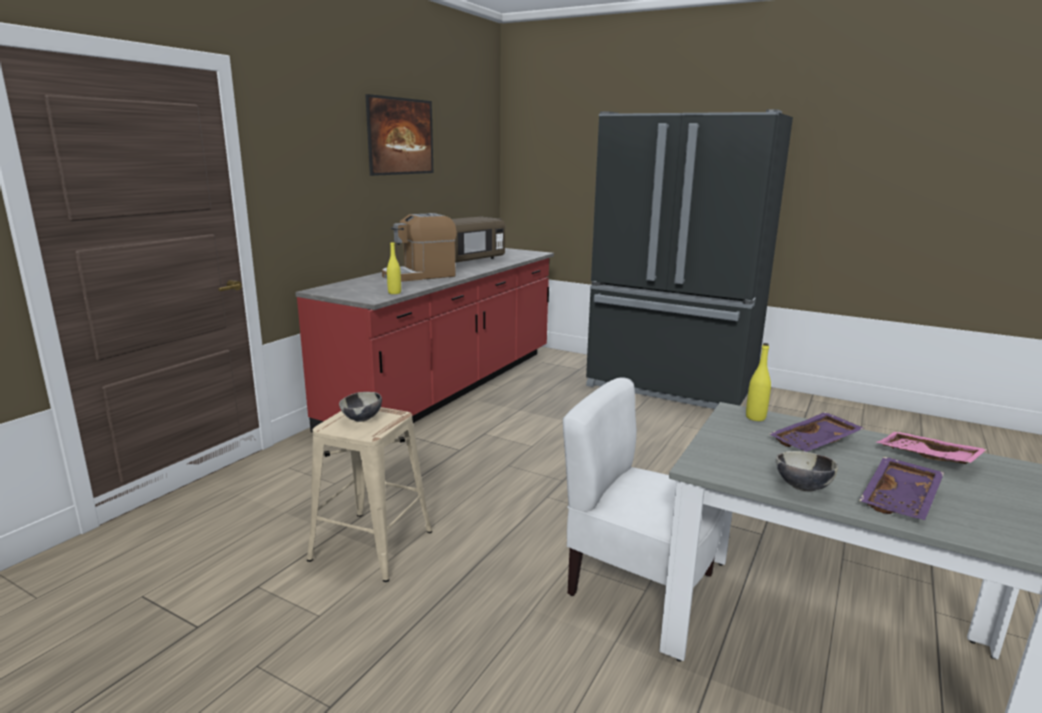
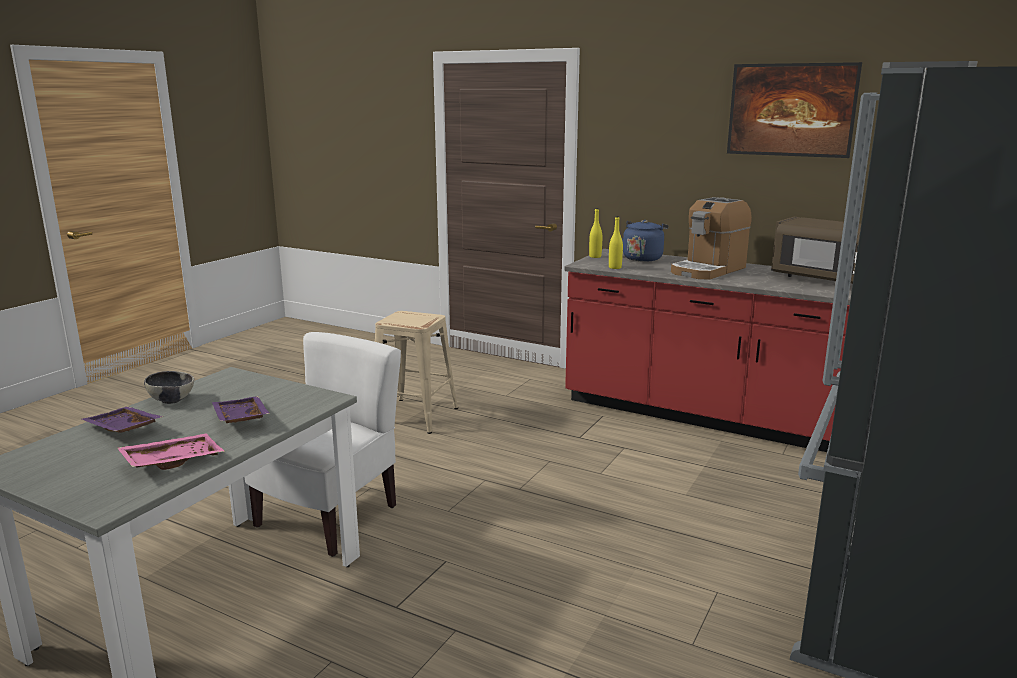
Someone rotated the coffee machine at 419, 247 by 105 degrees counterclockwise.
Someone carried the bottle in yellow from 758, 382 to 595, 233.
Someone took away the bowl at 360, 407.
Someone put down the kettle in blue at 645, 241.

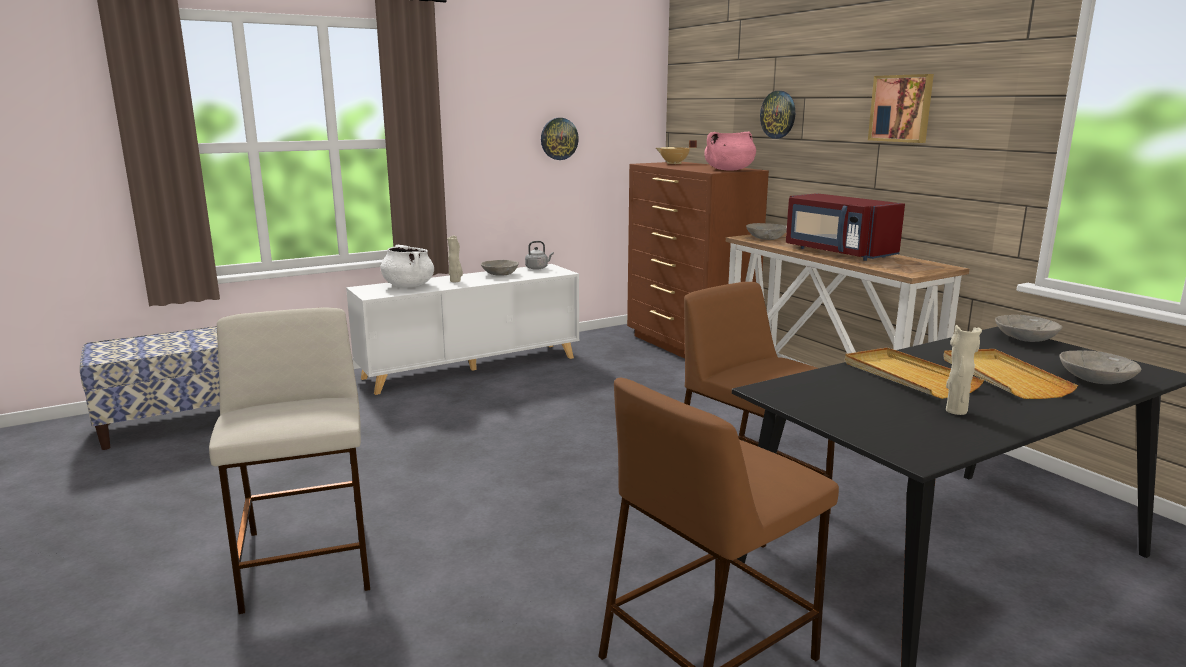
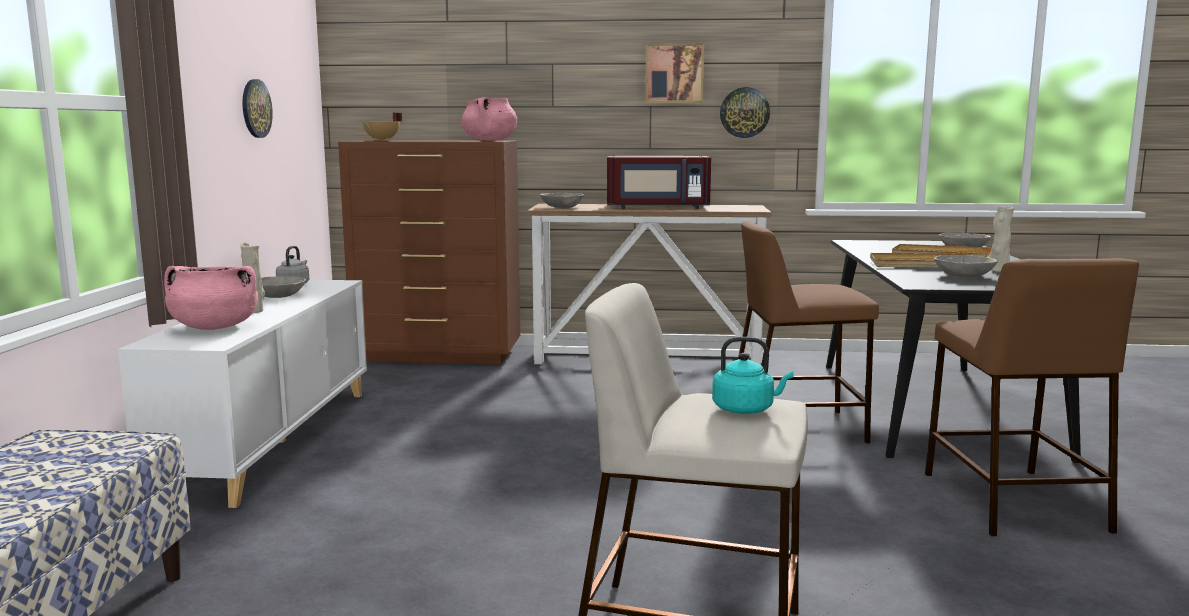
Someone carried the wall clock from 777, 115 to 745, 112.
Someone repainted the cooking pot in white at 407, 266, which became the cooking pot in pink at 211, 298.
Someone carried the bowl in grey from 1029, 328 to 966, 266.
Someone put down the kettle in turquoise at 753, 375.

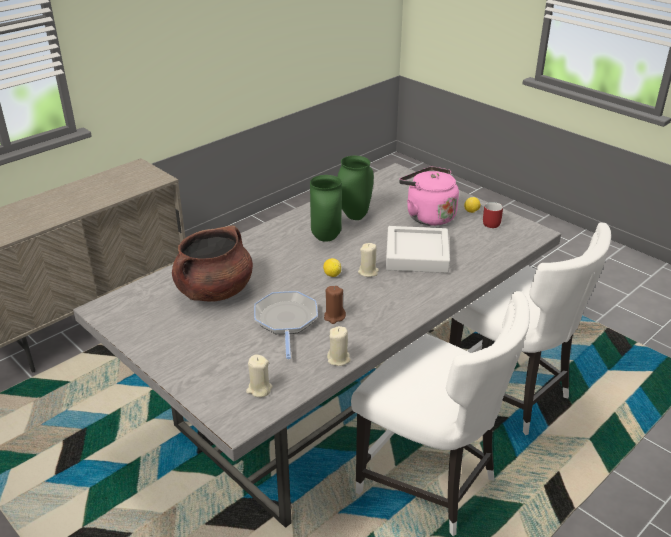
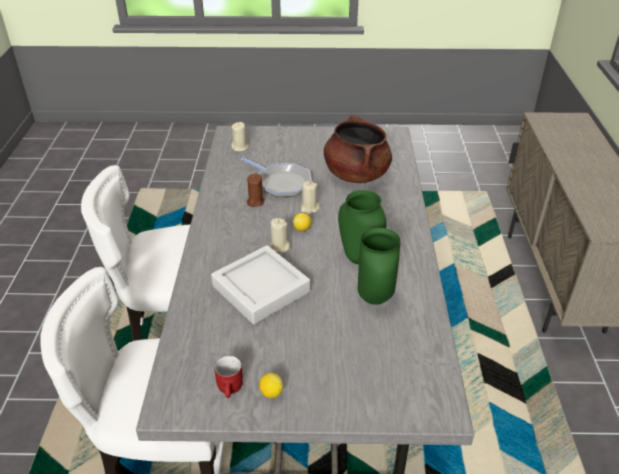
Someone took away the kettle in pink at 429, 196.
Someone carried the candle in beige from 339, 346 to 310, 198.

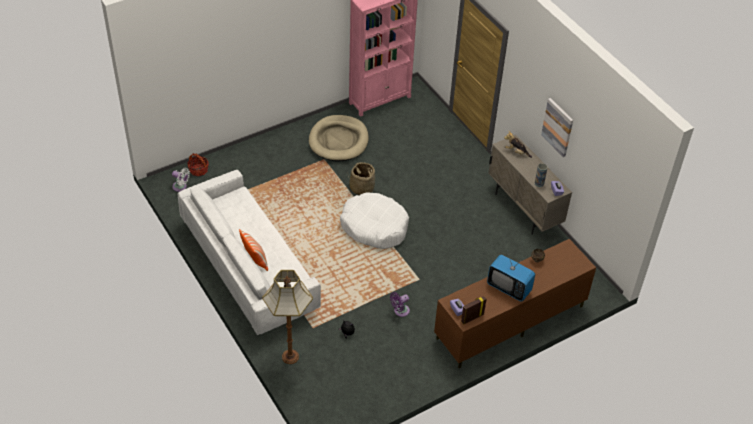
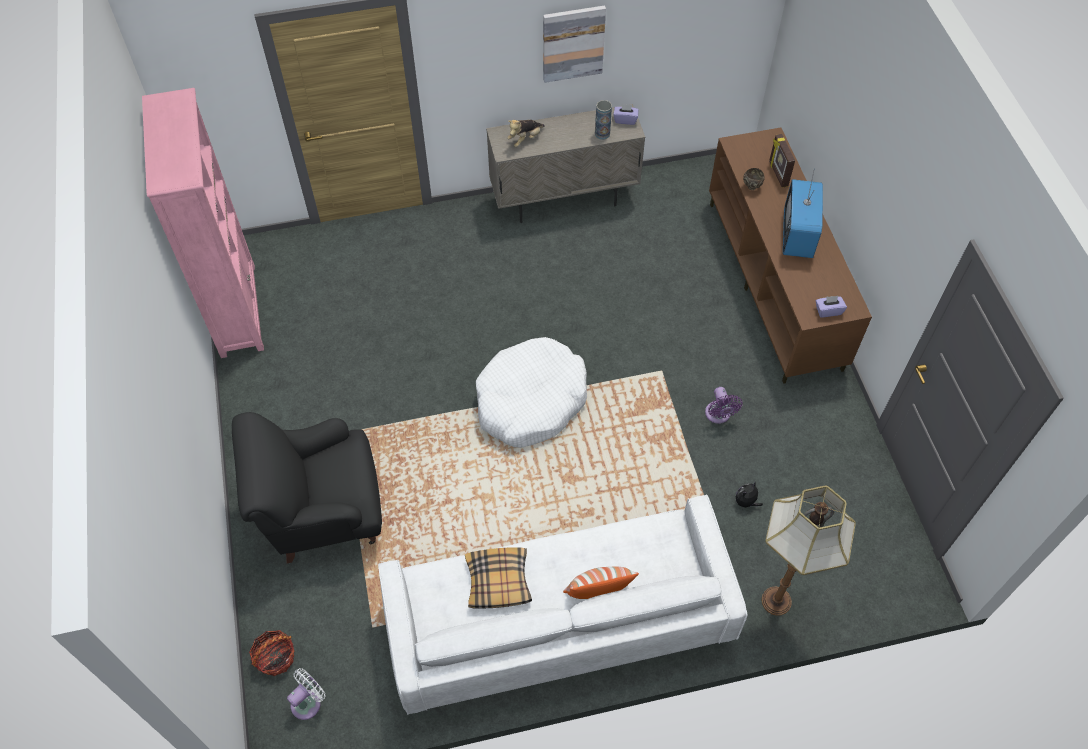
Someone took away the dog bed in beige at 339, 138.
Someone took away the basket at 361, 178.
Someone rotated the television at 511, 275 by 135 degrees clockwise.
Someone carried the picture frame from 473, 310 to 782, 161.
Someone put down the armchair in black at 307, 488.
Someone put down the pillow at 498, 578.

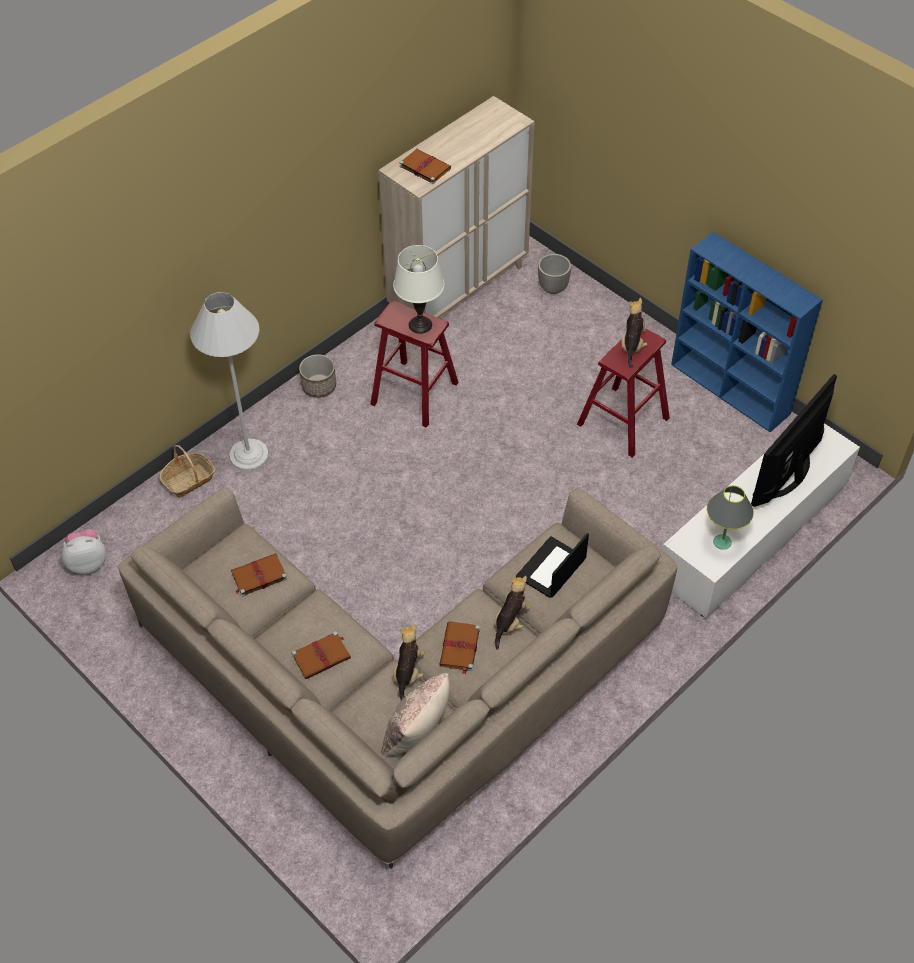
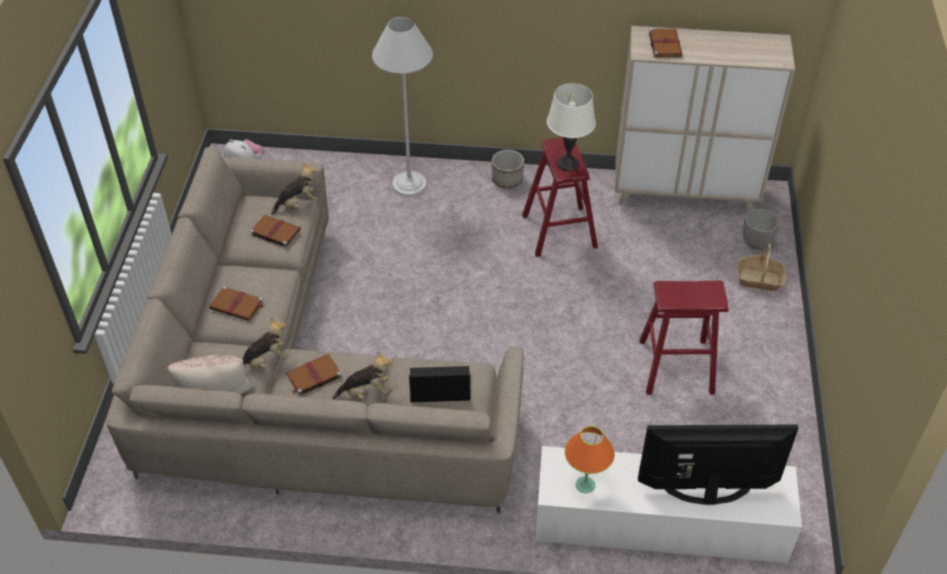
Someone took away the bookcase in blue at 747, 332.
Someone carried the plush toy from 635, 333 to 294, 189.
Someone carried the basket from 187, 471 to 761, 267.
Someone repainted the table lamp in grey at 730, 518, which became the table lamp in orange at 590, 459.

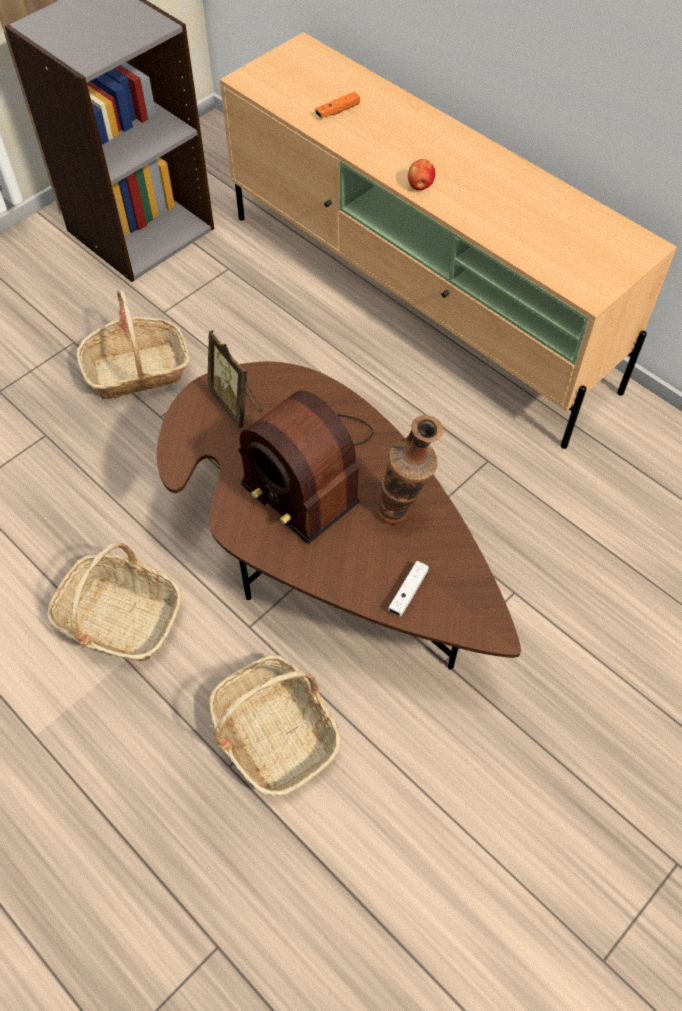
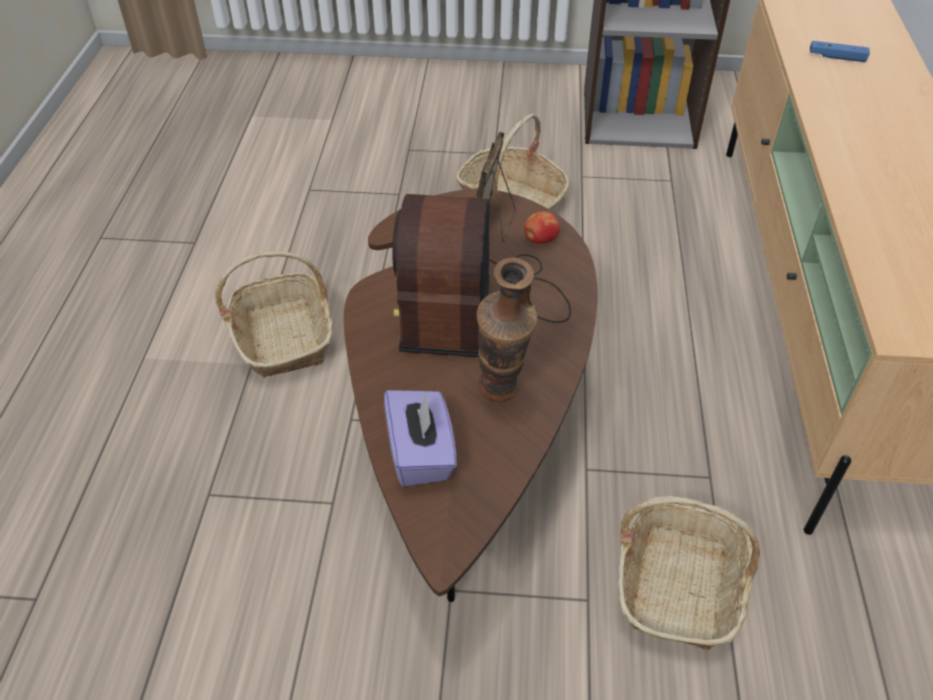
Someone repainted the game controller in orange at 337, 105, which became the game controller in blue at 840, 51.
Someone carried the apple from 421, 174 to 542, 227.
Someone swapped the game controller in white at 408, 588 for the tissue box in purple at 420, 438.
Someone carried the basket from 275, 725 to 689, 573.

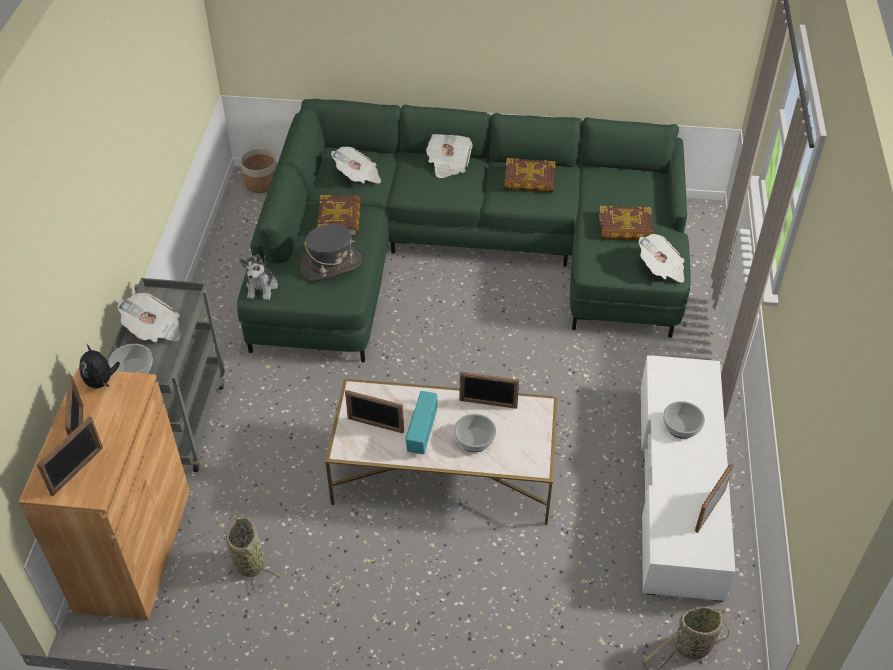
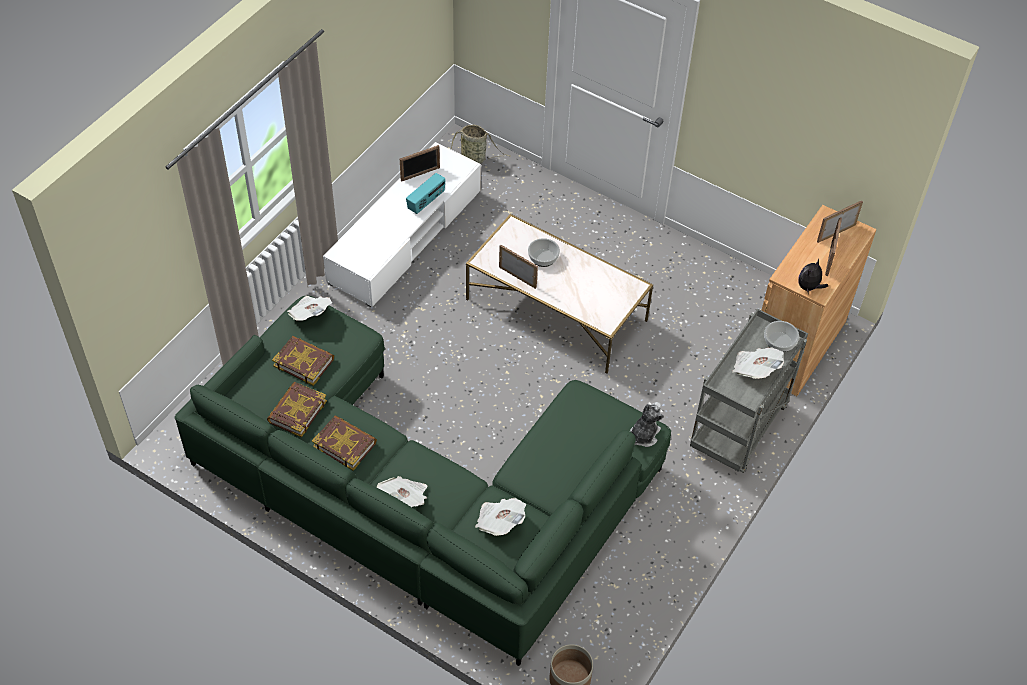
Someone carried the book from 339, 215 to 297, 409.
Someone took away the hat in grey at 331, 252.
Someone rotated the plush toy at 99, 366 by 150 degrees counterclockwise.
Someone took away the picture frame at 374, 411.
Someone carried the radio from 421, 422 to 426, 193.
Someone took away the bowl at 684, 420.
Someone took away the basket at 253, 554.

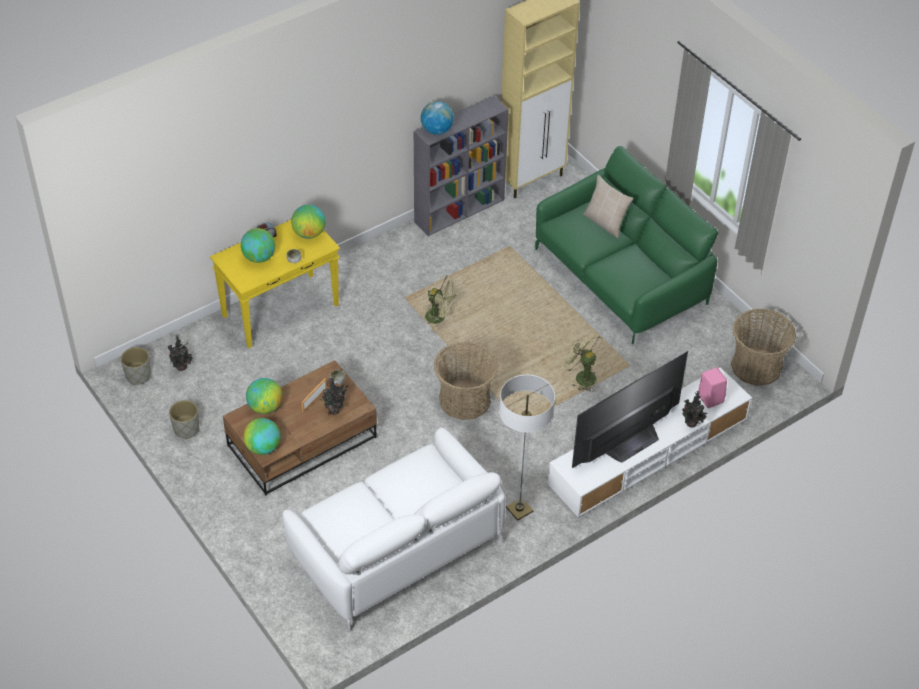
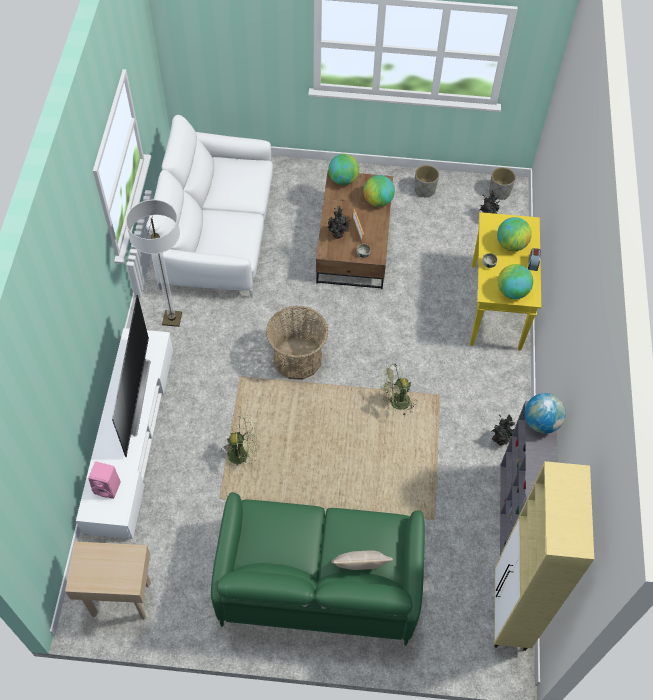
Someone swapped the basket at 763, 347 for the side table in beige at 108, 581.
Someone carried the potted plant from 694, 409 to 503, 430.

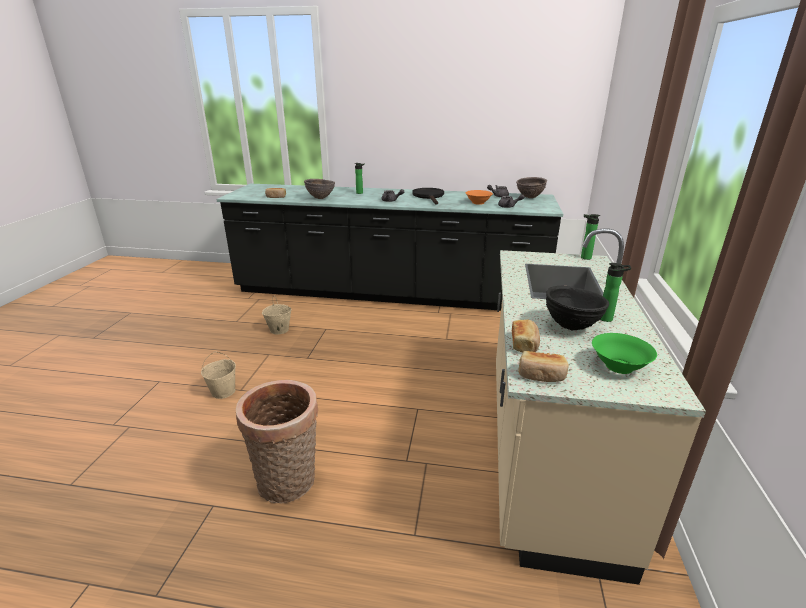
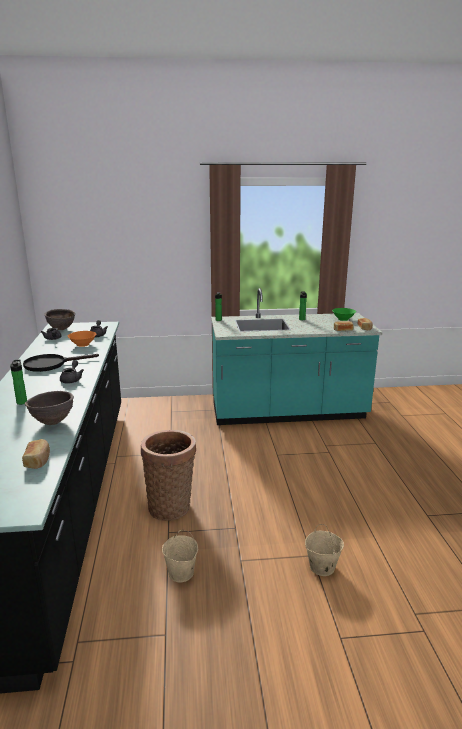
Someone repainted the counter in beige at 601, 406, which became the counter in turquoise at 297, 356.
Someone took away the bowl in black at 577, 308.
Someone carried the basket from 277, 441 to 168, 475.

